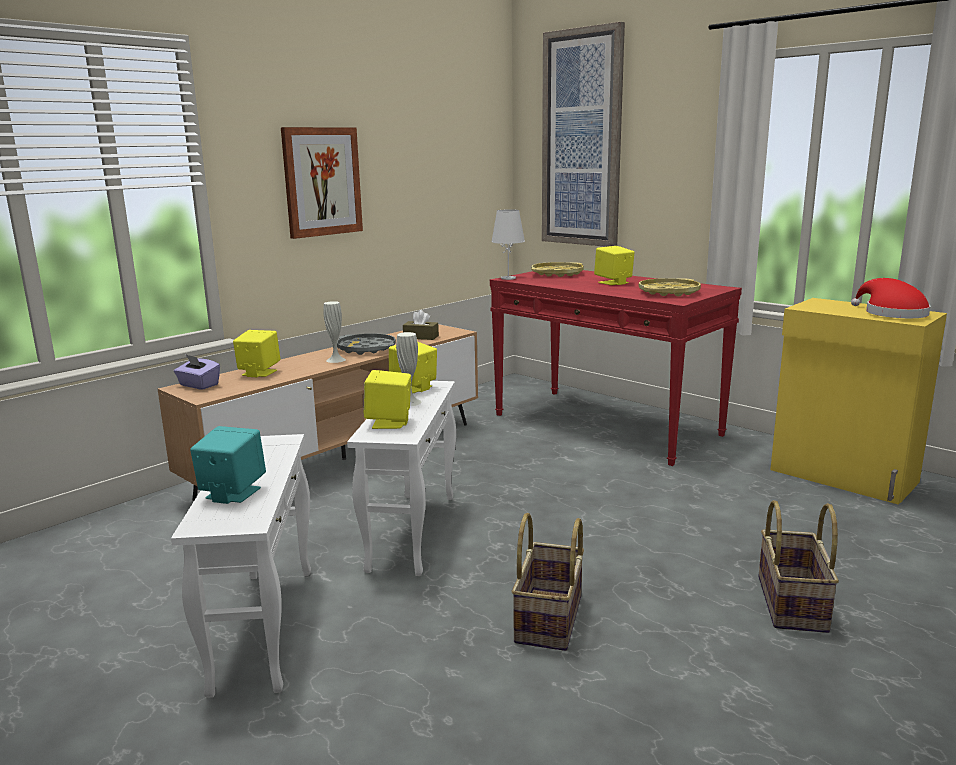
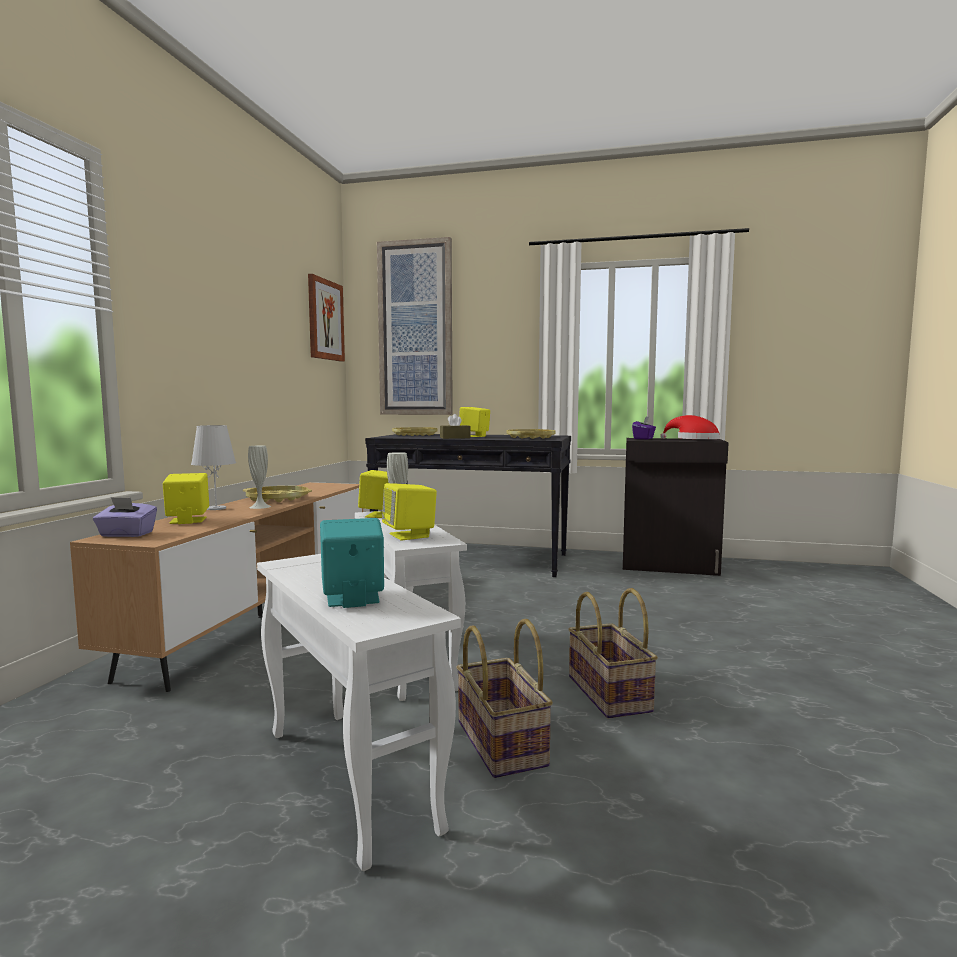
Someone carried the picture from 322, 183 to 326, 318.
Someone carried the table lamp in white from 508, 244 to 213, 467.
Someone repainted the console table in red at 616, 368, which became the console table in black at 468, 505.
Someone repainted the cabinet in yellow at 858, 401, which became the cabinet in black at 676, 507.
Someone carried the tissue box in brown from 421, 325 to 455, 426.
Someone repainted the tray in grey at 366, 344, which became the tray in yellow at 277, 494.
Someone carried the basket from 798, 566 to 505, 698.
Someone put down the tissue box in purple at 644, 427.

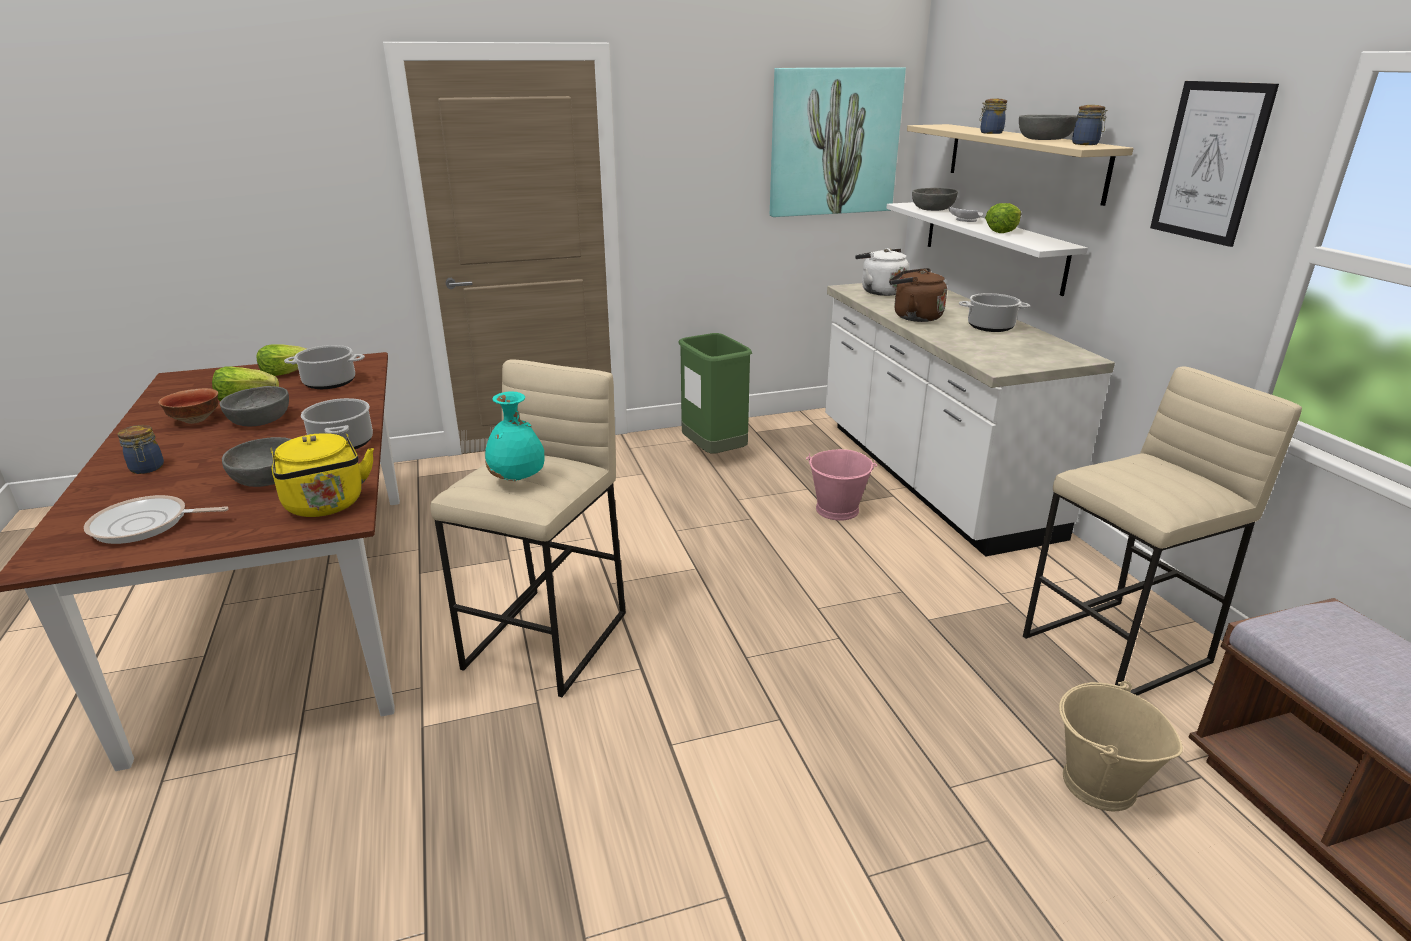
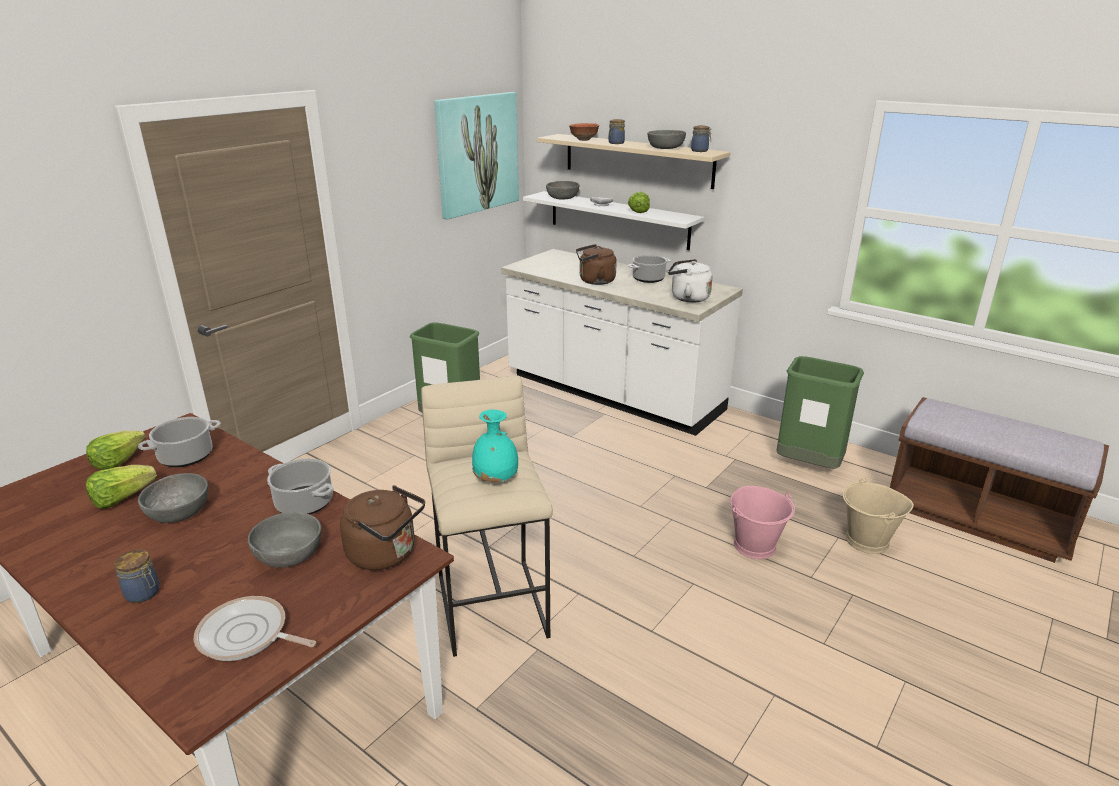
Someone took away the picture at 1214, 164.
Someone carried the kettle in white from 882, 272 to 690, 281.
Someone swapped the stool in beige at 1162, 531 for the trash can in green at 820, 412.
Someone carried the bowl from 188, 406 to 584, 132.
Someone repainted the kettle in yellow at 322, 475, which became the kettle in brown at 382, 527.
Someone carried the bucket in pink from 841, 485 to 762, 522.
Someone rotated the frying pan at 156, 519 by 60 degrees clockwise.

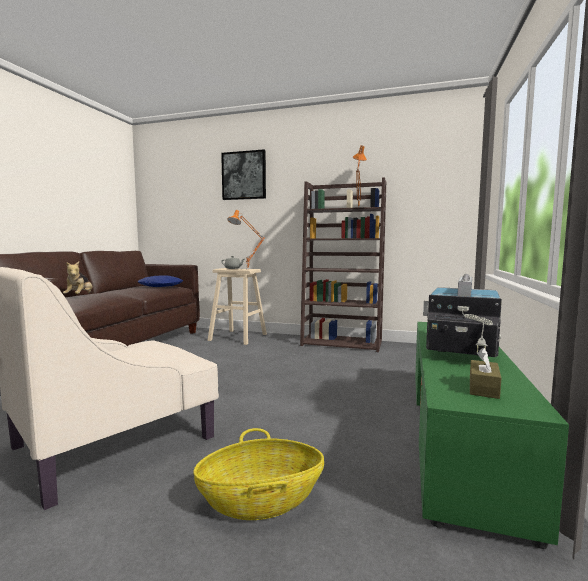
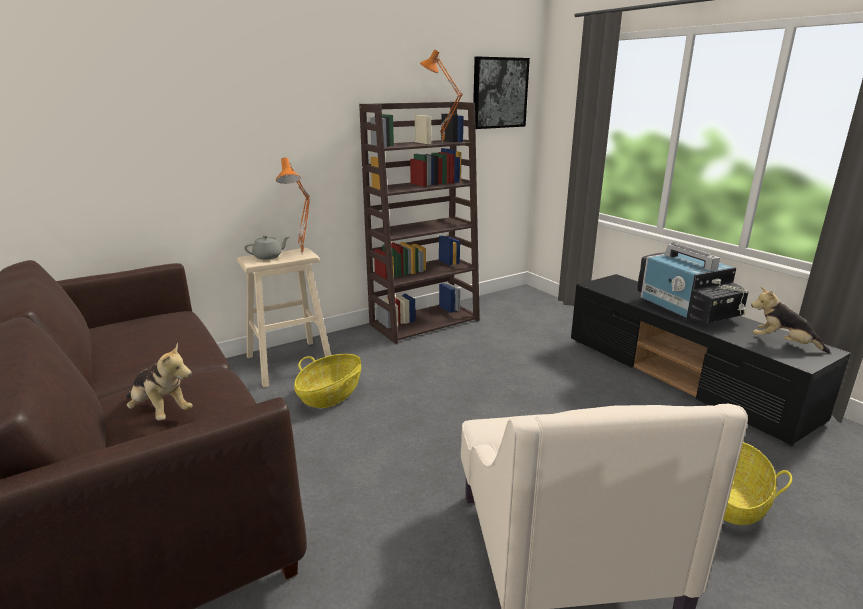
Someone carried the picture from 243, 174 to 501, 93.
Someone took away the pillow in blue at 160, 281.
Someone repainted the tv stand in green at 492, 435, which became the tv stand in black at 711, 360.
Someone swapped the tissue box in brown at 485, 373 for the plush toy at 790, 320.
Someone put down the basket at 327, 381.

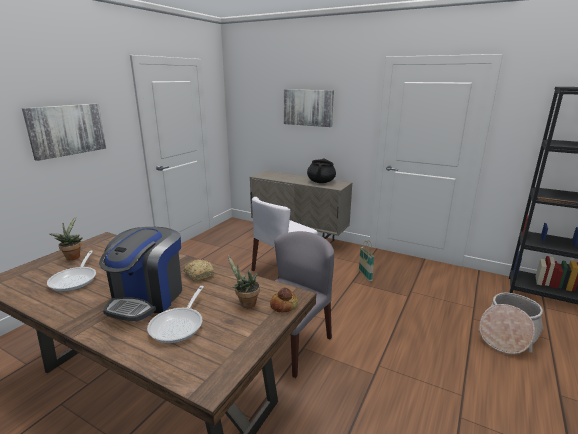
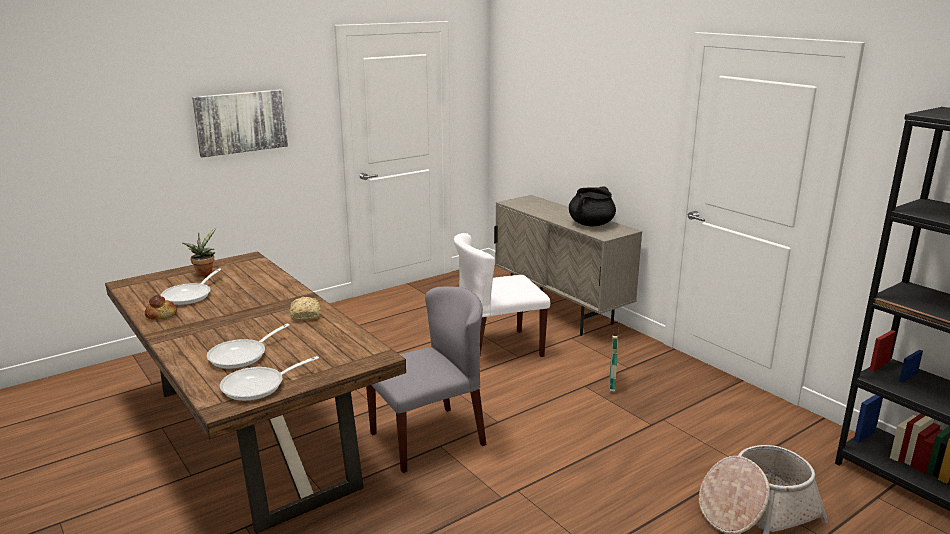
Someone took away the picture at 309, 108.
Someone took away the coffee machine at 140, 274.
Someone took away the potted plant at 244, 282.
Someone carried the bread from 284, 299 to 161, 307.
Someone put down the frying pan at 269, 378.

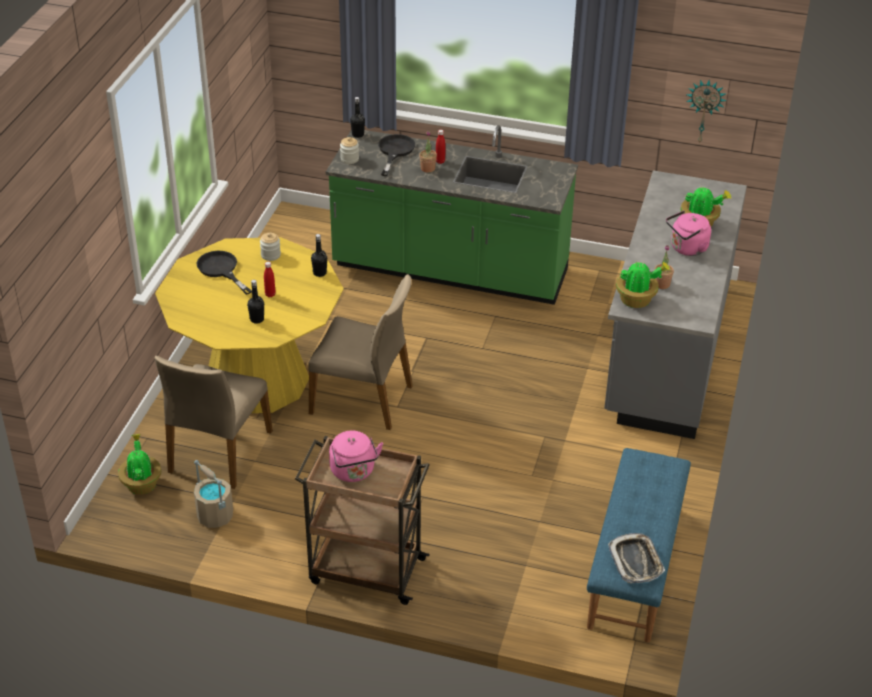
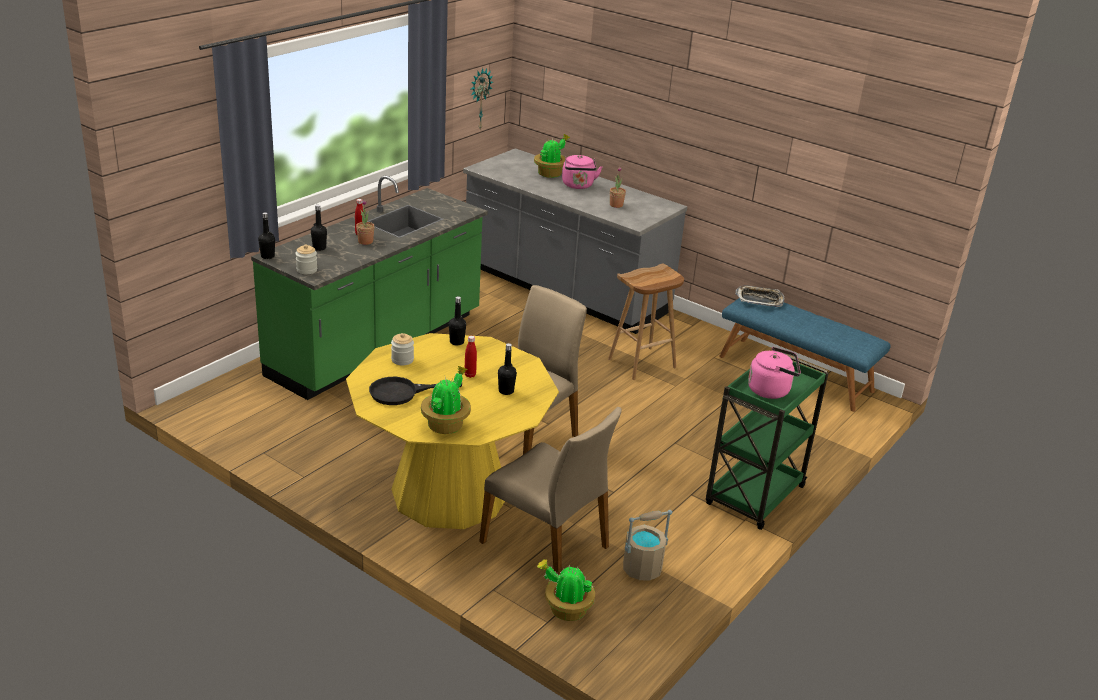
Someone swapped the frying pan in black at 396, 155 for the bottle in black at 319, 228.
Someone carried the potted plant from 643, 284 to 446, 400.
Someone repainted the cart in brown at 362, 520, which became the cart in green at 767, 441.
Someone carried the tray from 636, 558 to 759, 296.
Someone put down the stool in brown at 646, 321.

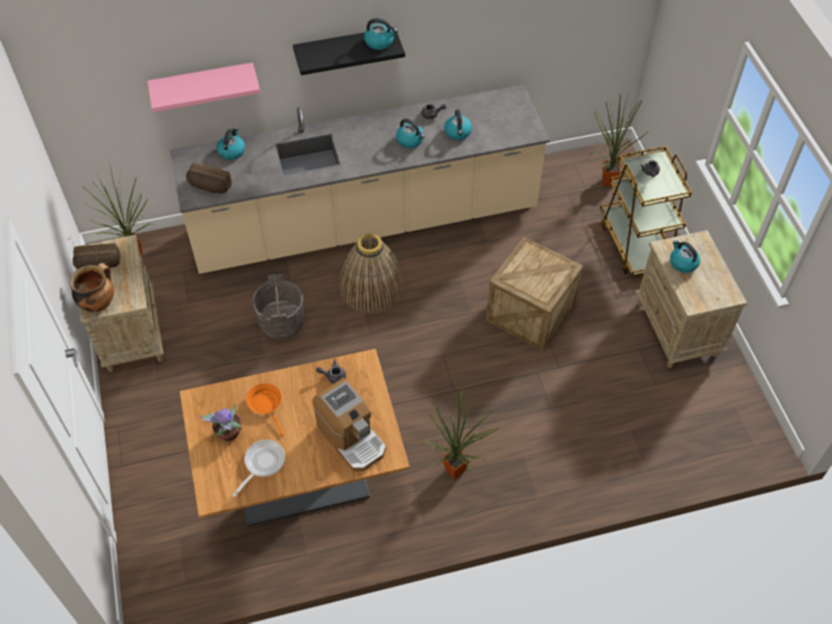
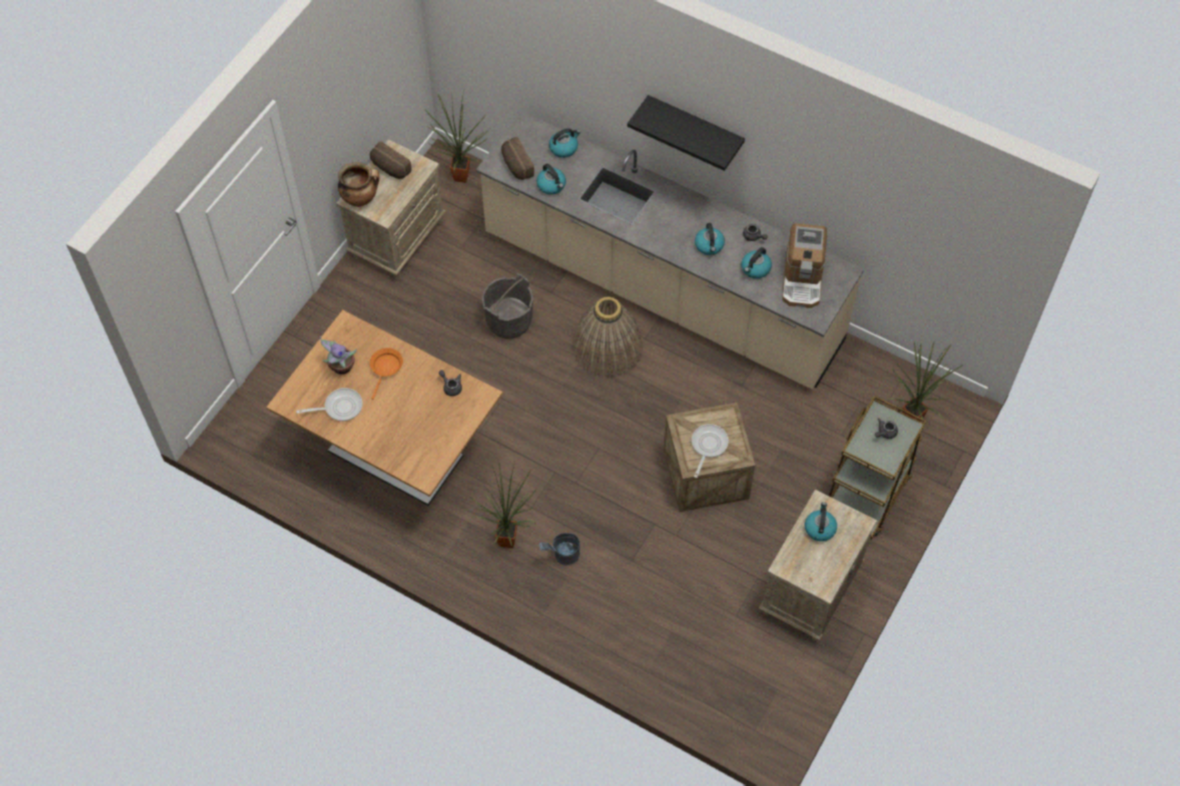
Someone carried the kettle from 381, 34 to 551, 179.
Someone took away the shelf in pink at 203, 87.
Someone carried the coffee machine from 349, 424 to 804, 265.
Someone put down the frying pan at 710, 451.
Someone put down the bucket in grey at 559, 549.

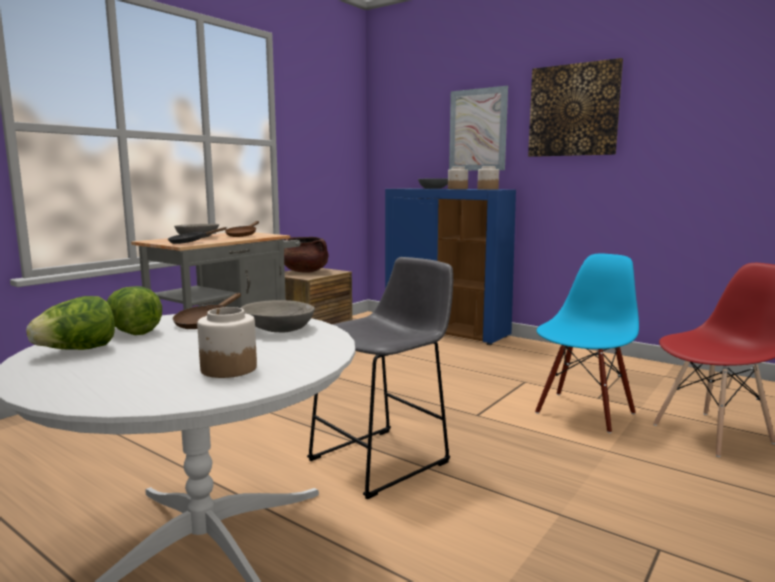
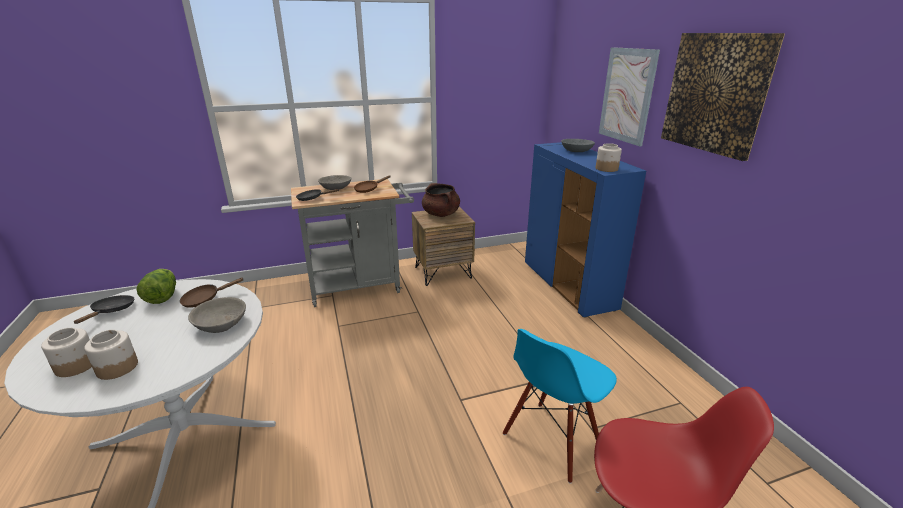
Someone carried the jar from 458, 177 to 66, 352.
Someone rotated the chair in blue at 587, 343 by 150 degrees clockwise.
Someone took away the stool in grey at 380, 378.
Someone swapped the lettuce at 70, 323 for the frying pan in black at 103, 309.

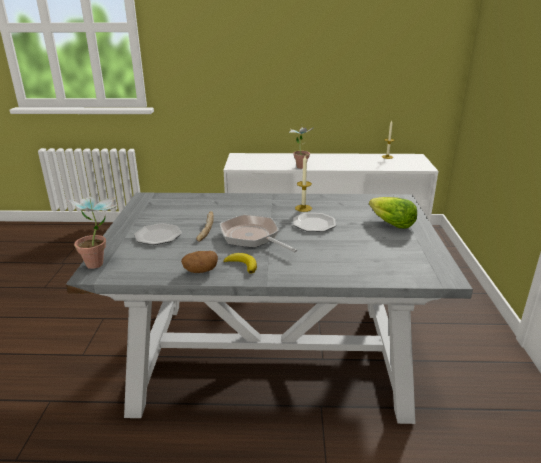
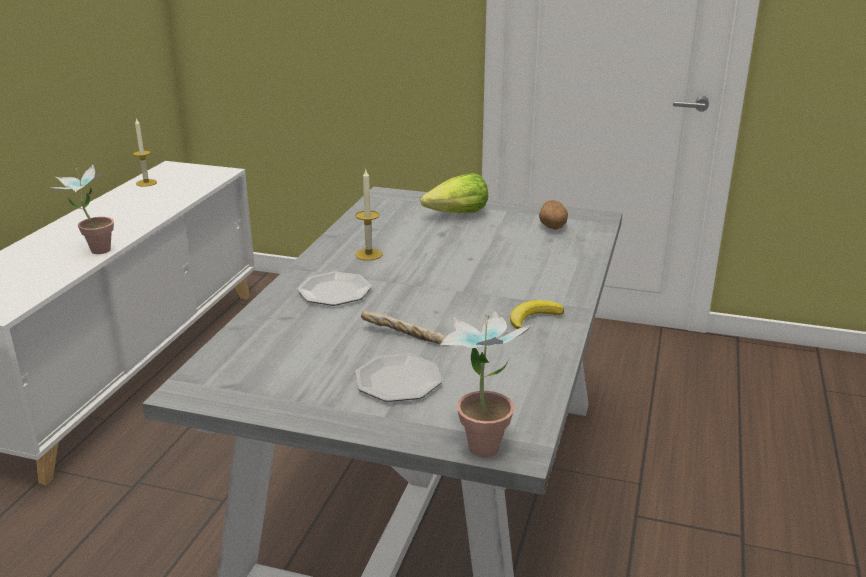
Someone carried the plate from 314, 222 to 334, 289.
Someone took away the frying pan at 258, 233.
Someone carried the potato from 199, 262 to 553, 215.

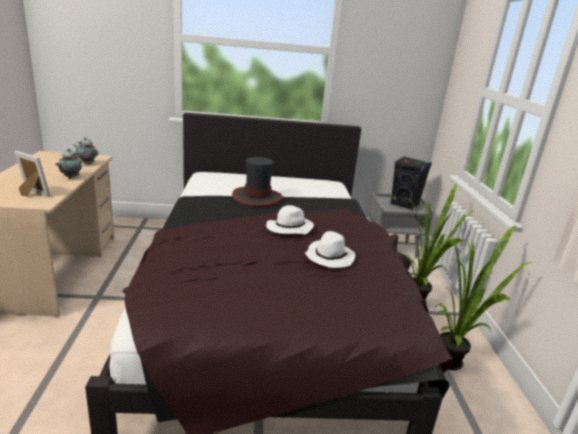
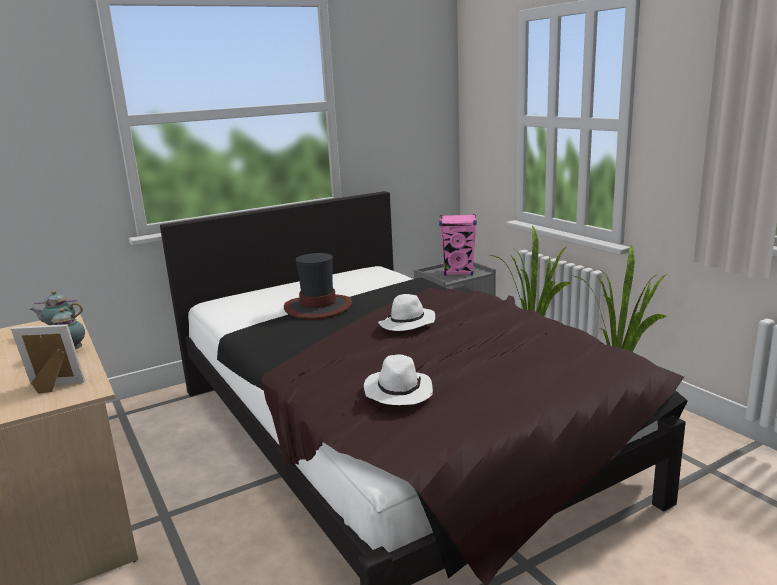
Someone repainted the speaker in black at 411, 183, which became the speaker in pink at 458, 245.
Someone carried the hat in white from 330, 249 to 398, 380.

